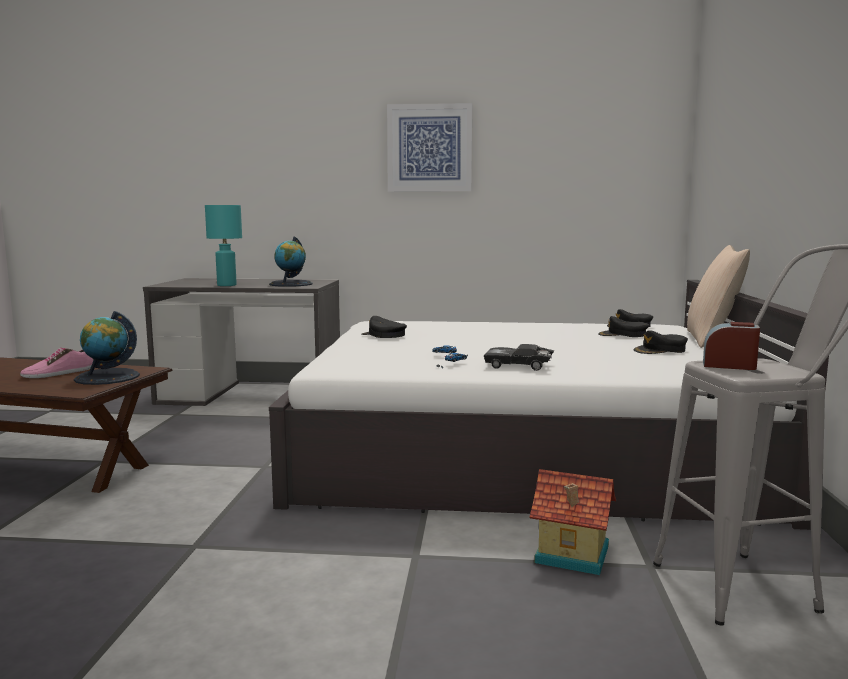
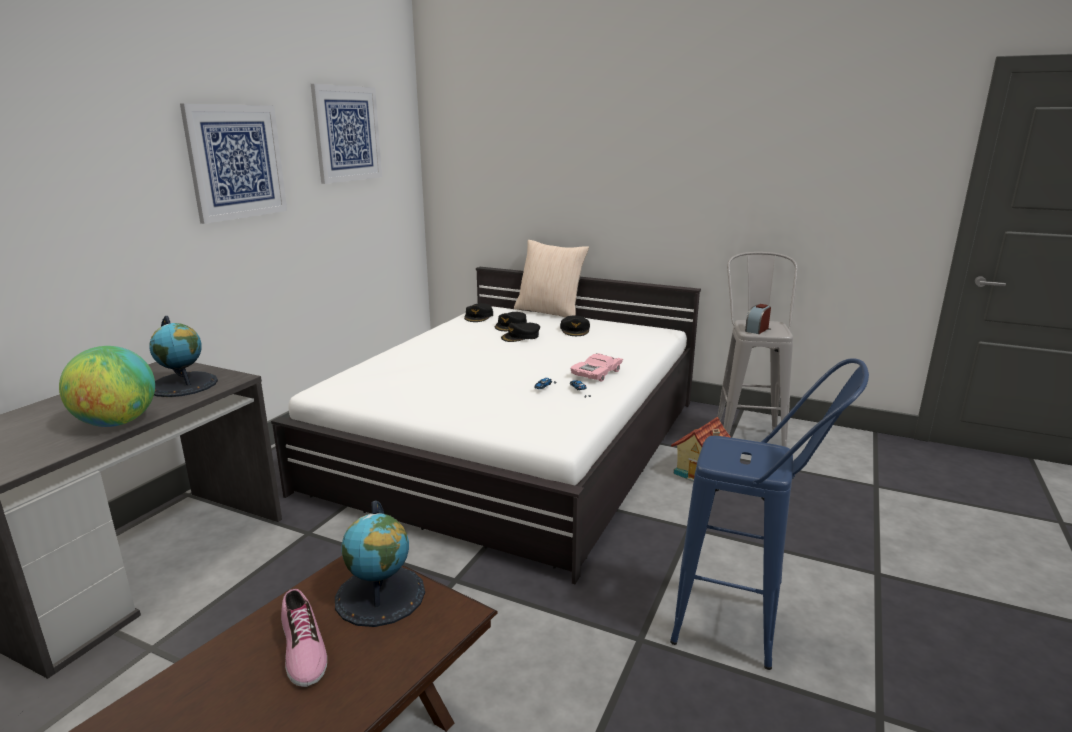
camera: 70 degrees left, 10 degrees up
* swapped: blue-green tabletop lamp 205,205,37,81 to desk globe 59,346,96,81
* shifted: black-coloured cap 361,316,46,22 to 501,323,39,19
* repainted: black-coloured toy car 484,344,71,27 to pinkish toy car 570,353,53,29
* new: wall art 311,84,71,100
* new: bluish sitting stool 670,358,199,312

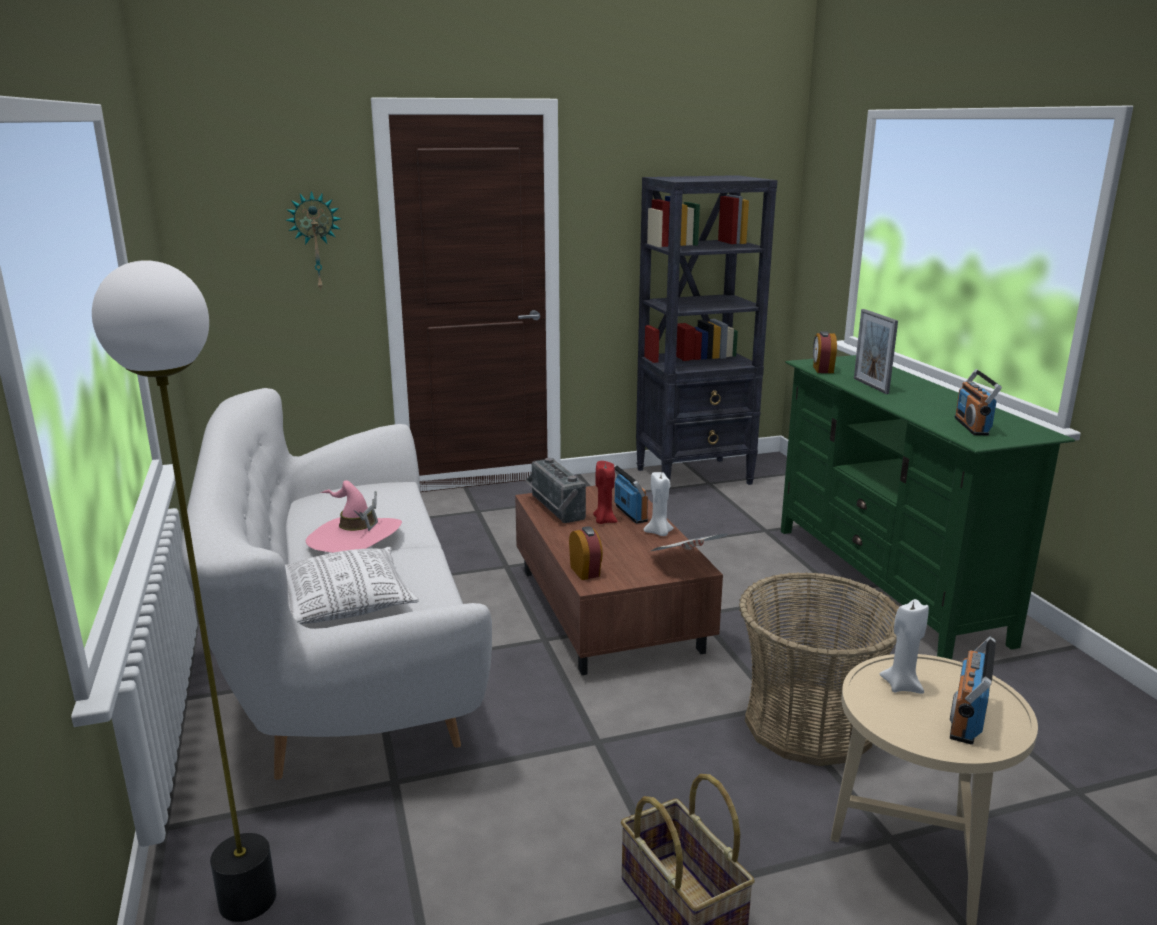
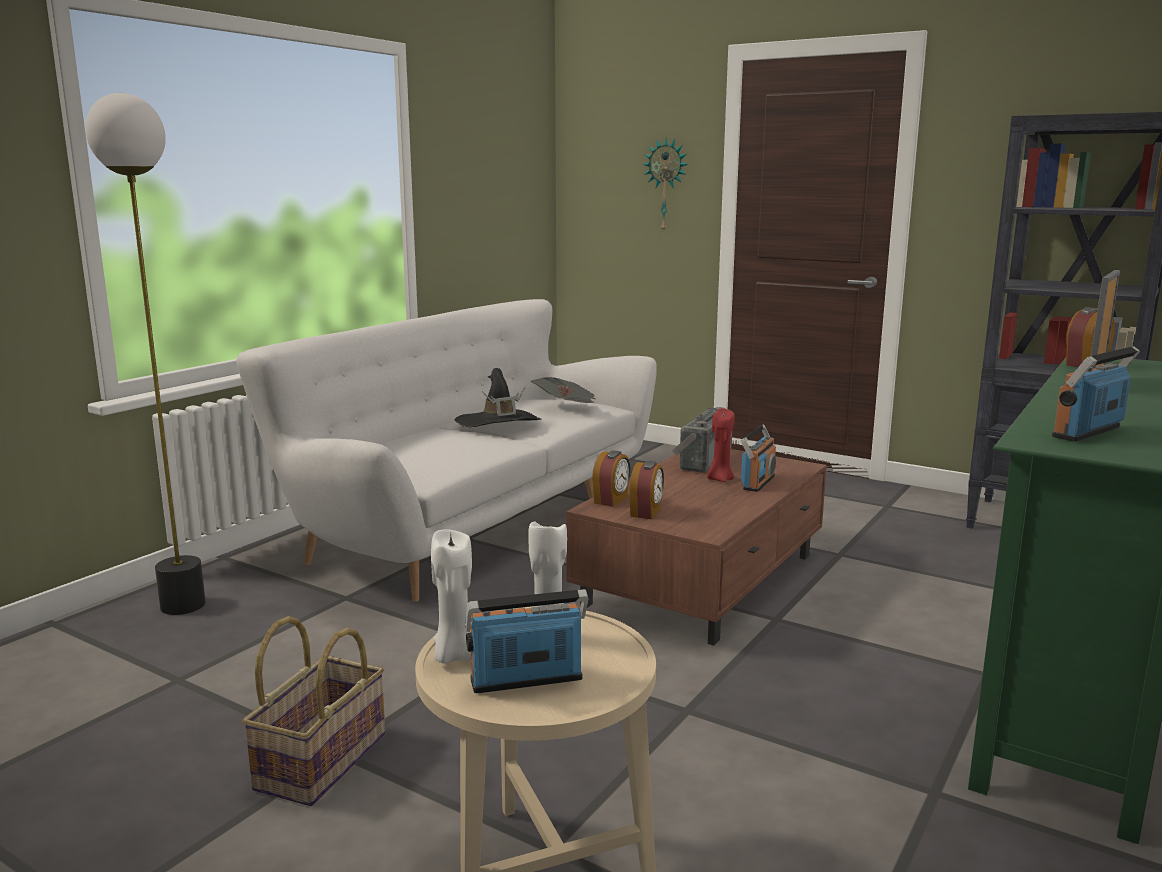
camera: 50 degrees right, 5 degrees down
* shifted: whitish wax candle 644,472,30,64 to 431,529,41,134
* repainted: pinkish wearable hat 306,480,96,73 to black-coloured wearable hat 454,368,87,59
* shifted: daily paper 651,534,77,17 to 531,377,64,26
* gone: pillow 285,547,134,77
* gone: household basket 739,572,160,194
* new: table clock 629,461,35,58

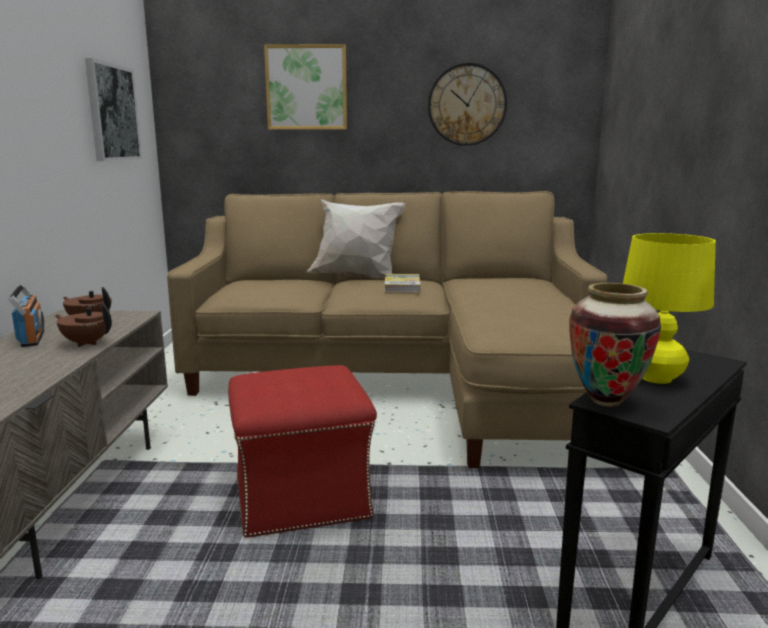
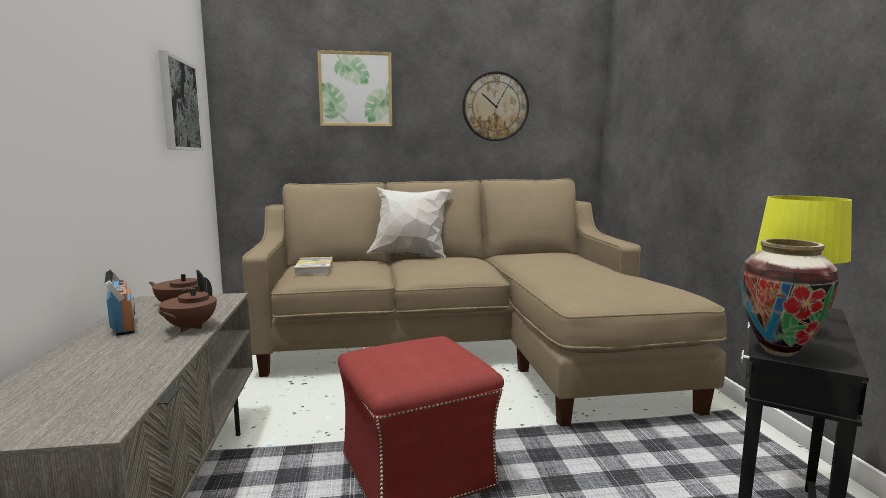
camera: 10 degrees left, 5 degrees down
* shifted: book 384,274,37,19 to 294,257,39,18
* rotated: brownish pot for tea 55,304,57,43 = 159,277,58,55 90 degrees counterclockwise

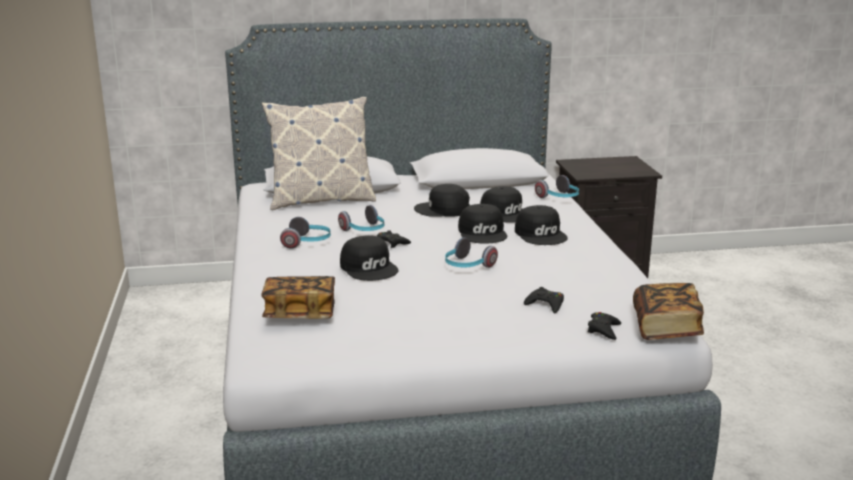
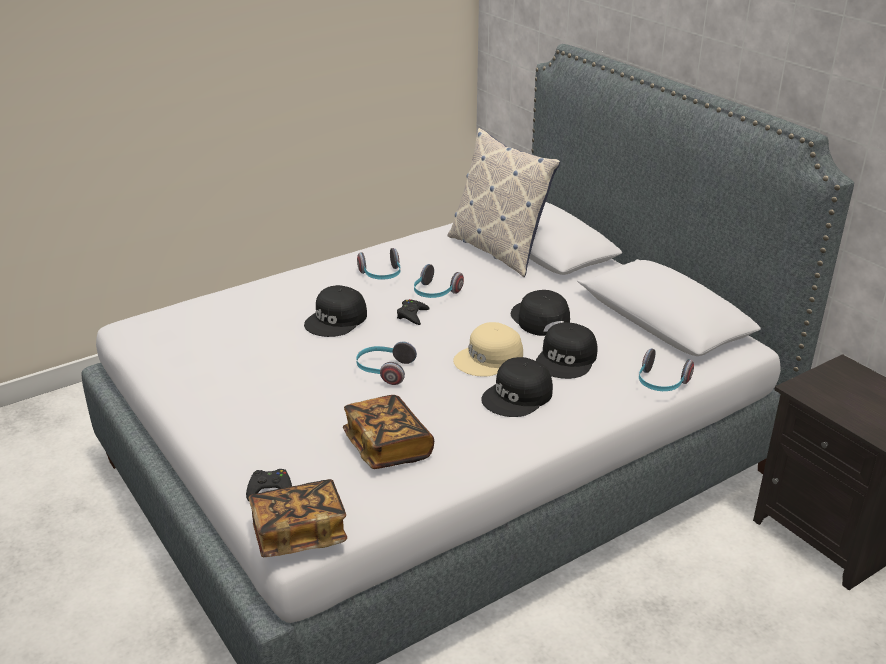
camera: 65 degrees right, 10 degrees up
* repainted: black-coloured cap 458,204,49,40 to sand-coloured cap 453,322,70,55
* shifted: book 261,276,74,43 to 343,395,91,74
* gone: black-coloured joypad 524,287,40,27

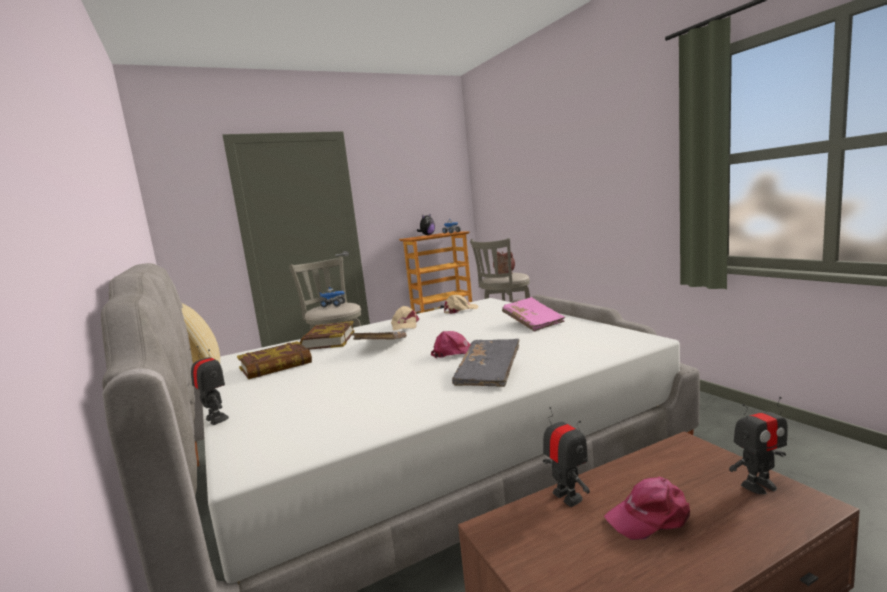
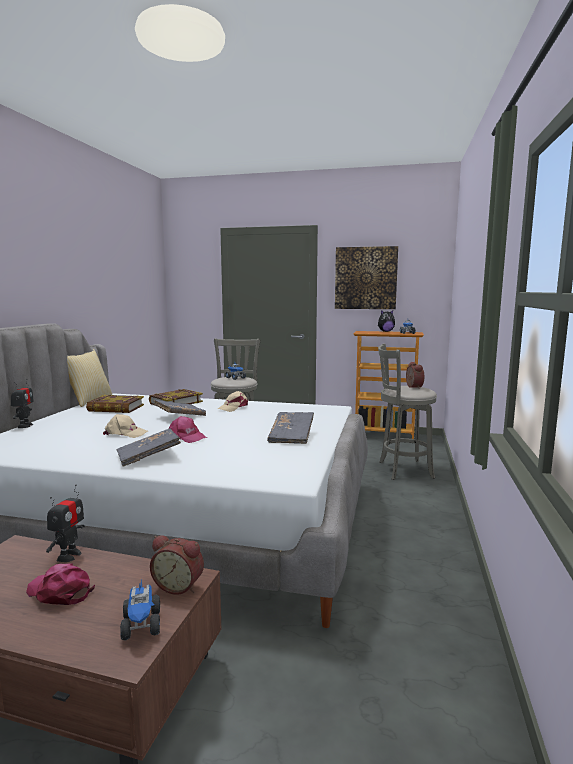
camera: 40 degrees right, 0 degrees up
* shifted: sand-coloured cap 444,295,35,19 to 103,414,45,24
* repainted: pinkish book 502,297,63,35 to grey book 267,412,47,32
* swapped: model robot 729,397,59,97 to toy truck 120,579,40,61
* new: wall art 335,246,63,63
* new: table clock 150,535,54,60

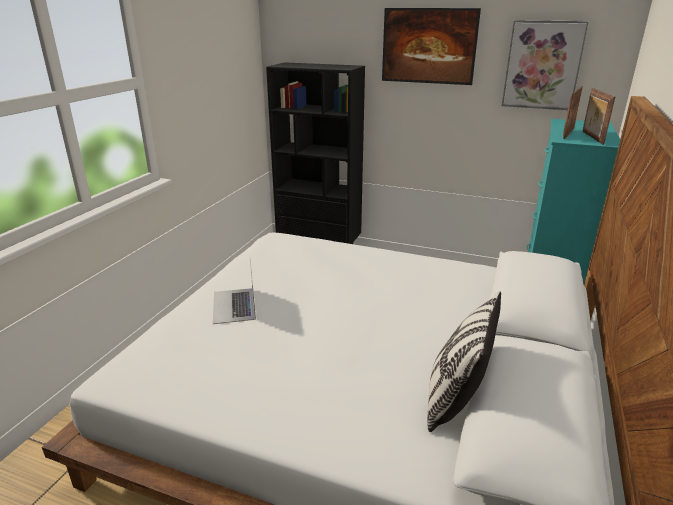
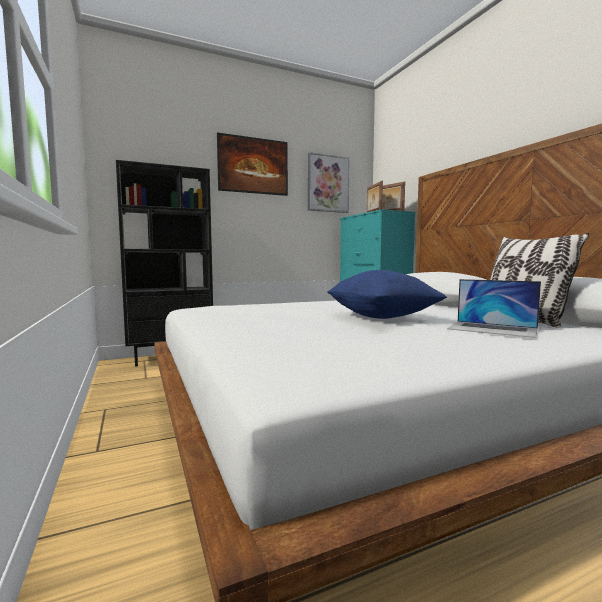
camera: 45 degrees left, 20 degrees down
* shifted: notebook computer 213,260,43,64 to 447,279,94,59
* new: bluish pillow 327,270,120,49

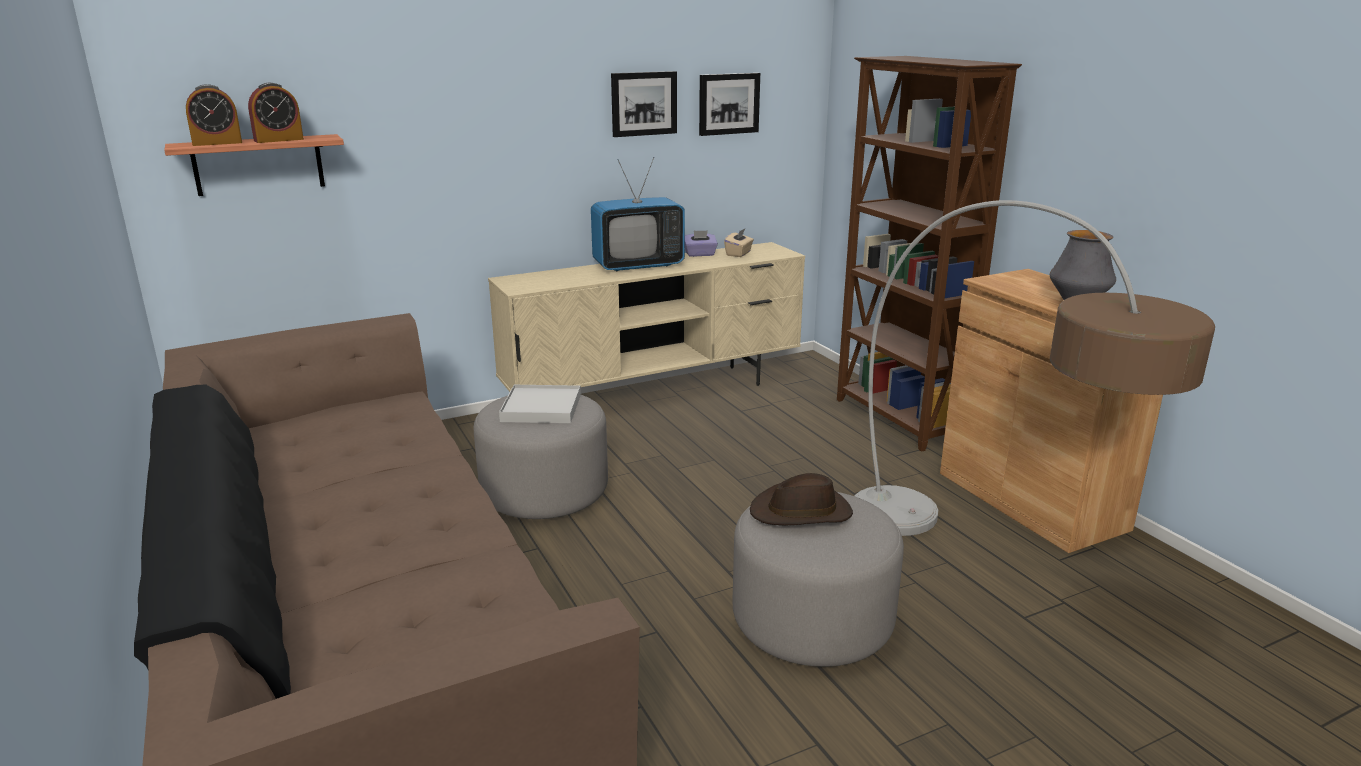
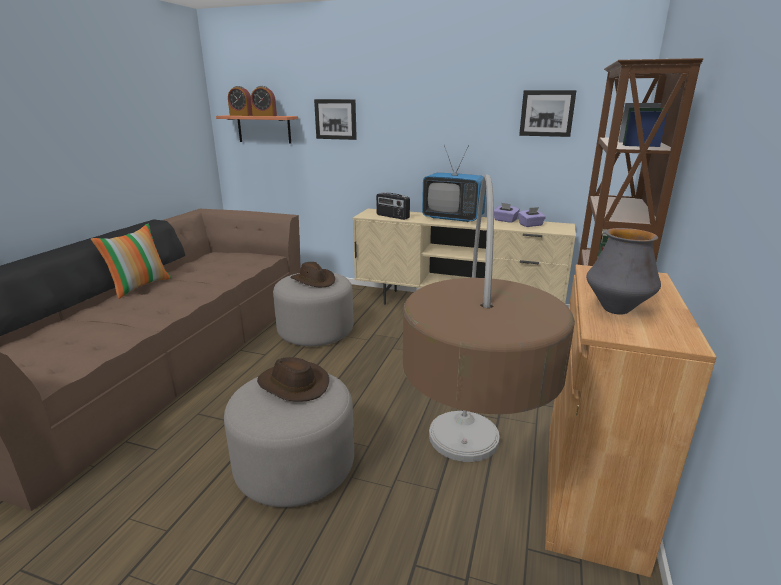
camera: 45 degrees right, 0 degrees up
* shifted: wall art 611,71,66,66 to 314,99,43,41
* repainted: sand-coloured tissue holder 724,228,30,29 to purple tissue holder 518,207,28,20
* swapped: whitish carrying tray 499,385,82,38 to brownish wearable hat 290,262,45,25
* new: radio set 376,193,34,27
* new: pillow 91,224,81,75

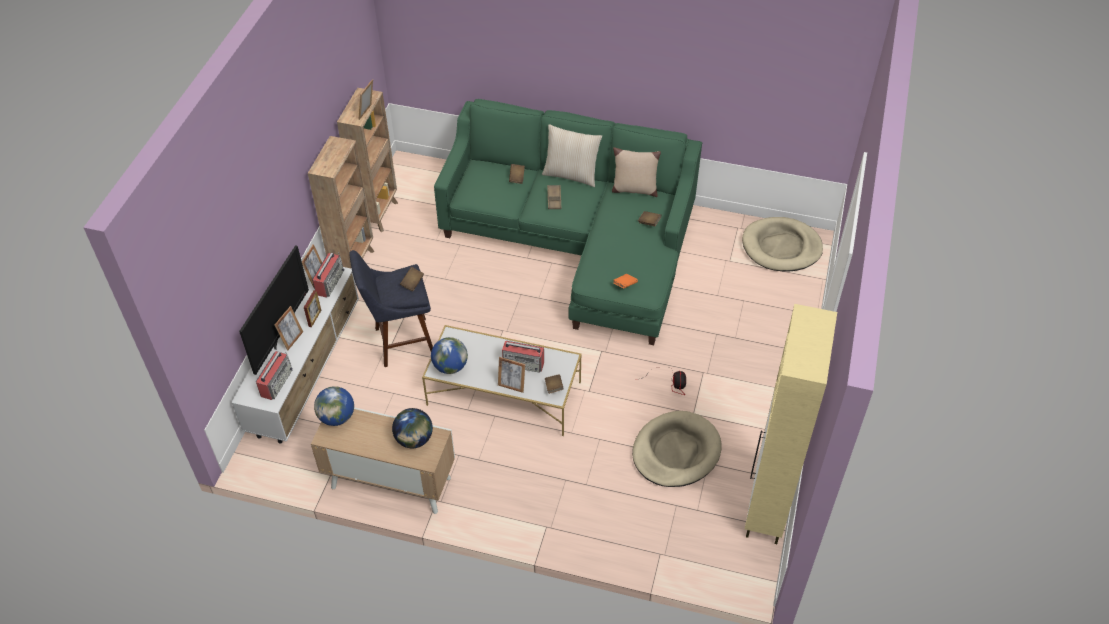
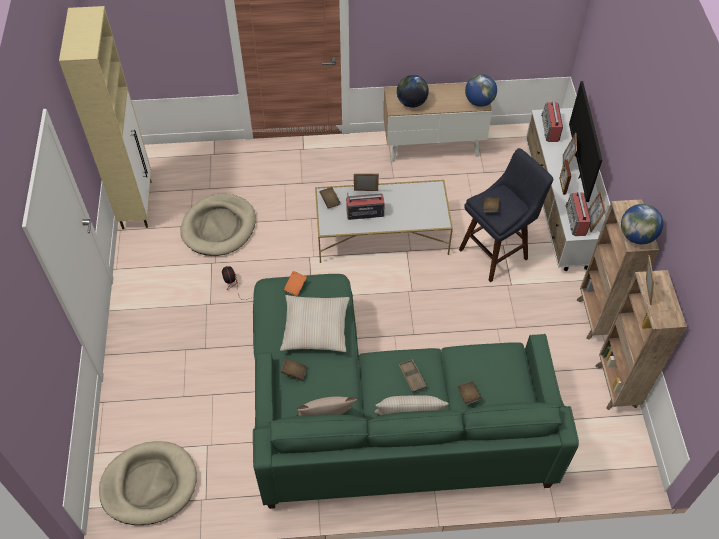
camera: 160 degrees right, 5 degrees up
* shifted: desk globe 431,337,37,37 to 621,204,42,40
* new: sand-coloured pillow 280,295,70,57

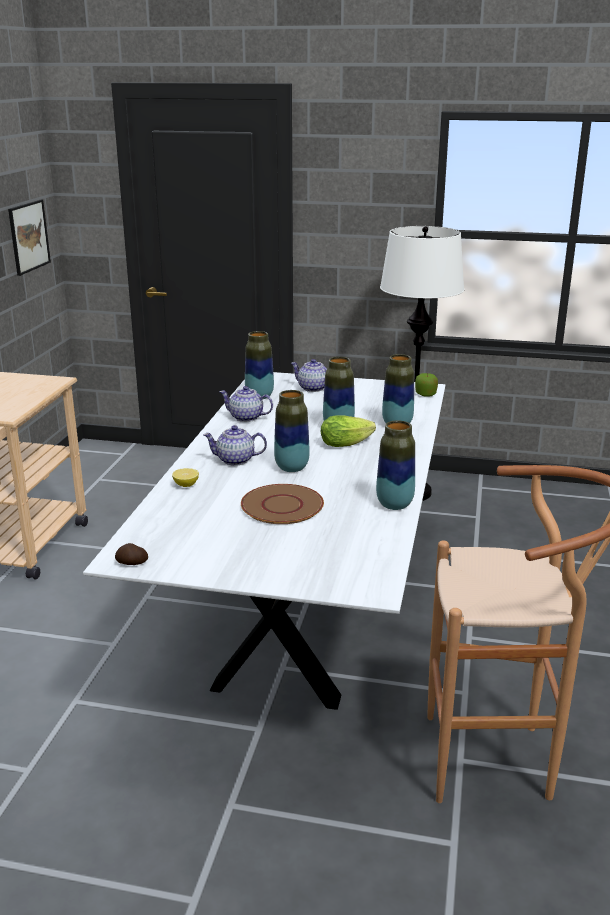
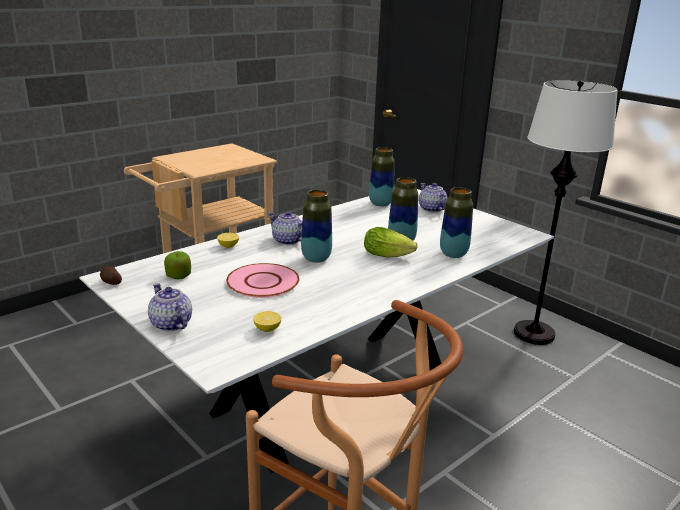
camera: 35 degrees right, 0 degrees up
* gone: wall art 8,200,43,76
* shifted: apple fruit 415,373,23,24 to 164,251,27,28
* shifted: pot for tea 219,386,54,36 to 148,283,44,48
* gone: flower vase 376,420,39,90
* repainted: brownish plate 241,484,83,40 to pinkish plate 226,263,74,35
* new: citrus fruit 253,311,29,21

